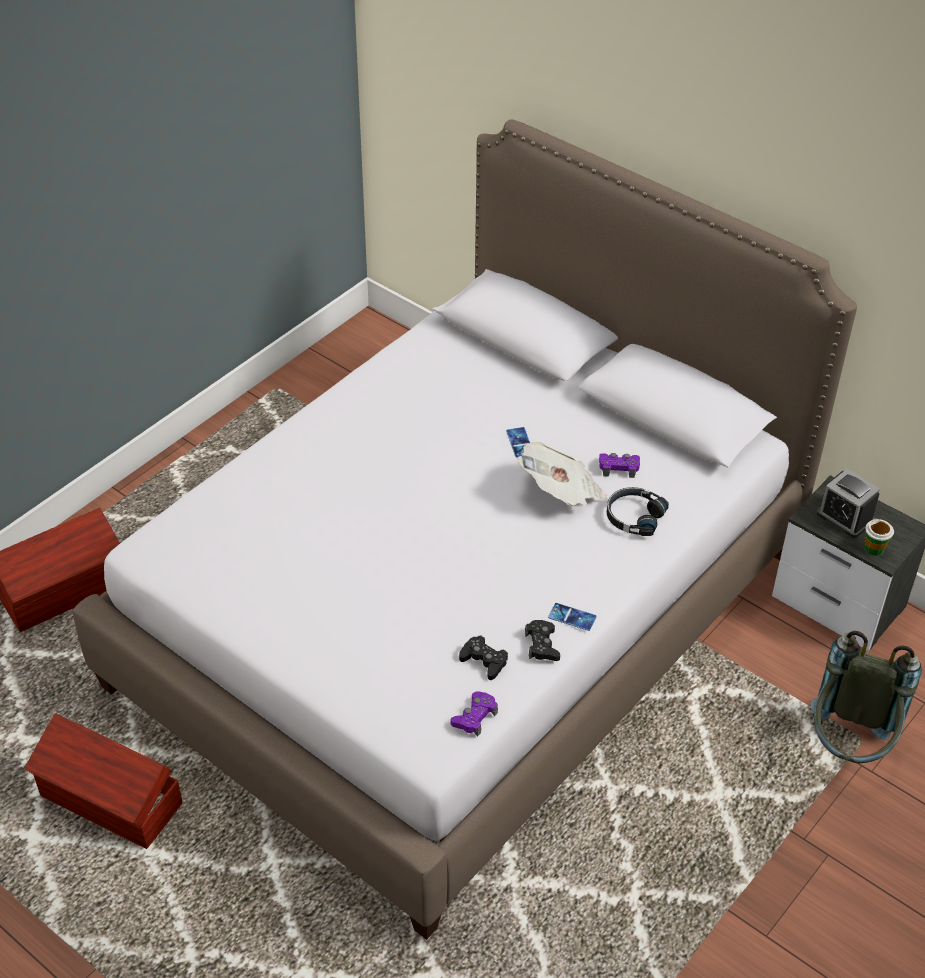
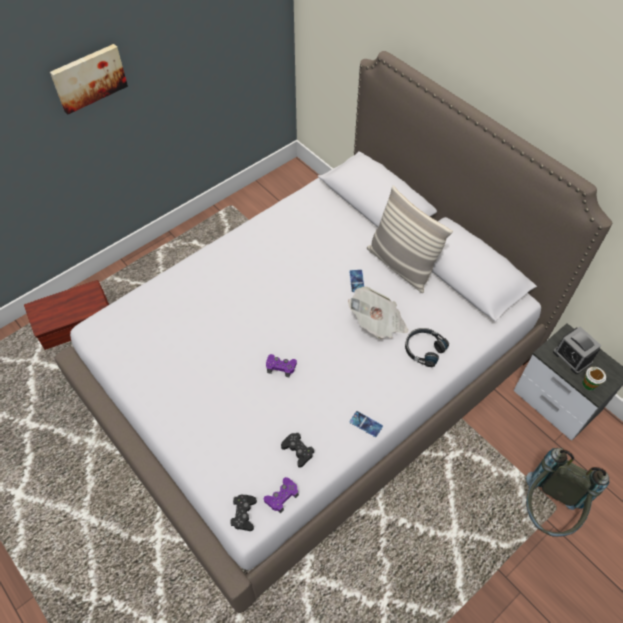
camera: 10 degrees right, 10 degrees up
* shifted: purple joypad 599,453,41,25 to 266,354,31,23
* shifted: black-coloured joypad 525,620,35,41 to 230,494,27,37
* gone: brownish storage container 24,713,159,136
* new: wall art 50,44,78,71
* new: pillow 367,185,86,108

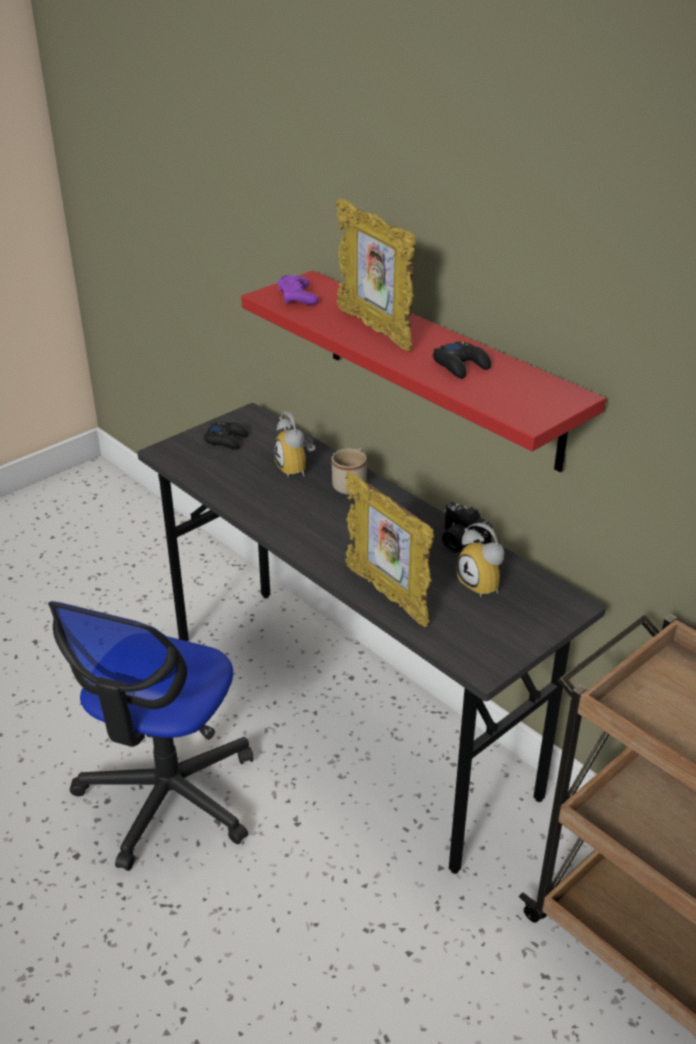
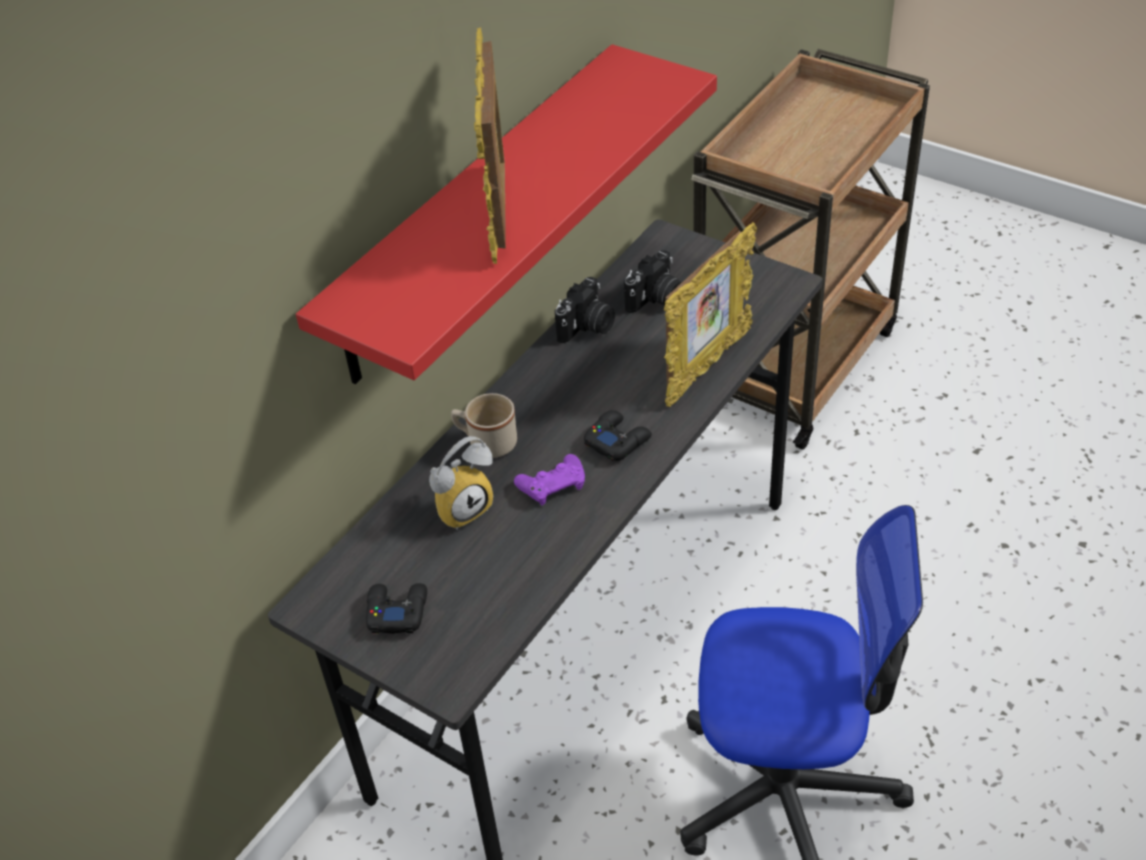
camera: 100 degrees left, 10 degrees up
* rotated: standing frame 336,198,80,153 = 474,27,32,237 135 degrees clockwise
* shifted: purple joypad 278,275,40,30 to 514,454,71,51
* shifted: black-coloured joypad 433,341,58,38 to 584,410,68,51
* swapped: table clock 457,523,47,75 to still camera 624,250,58,63

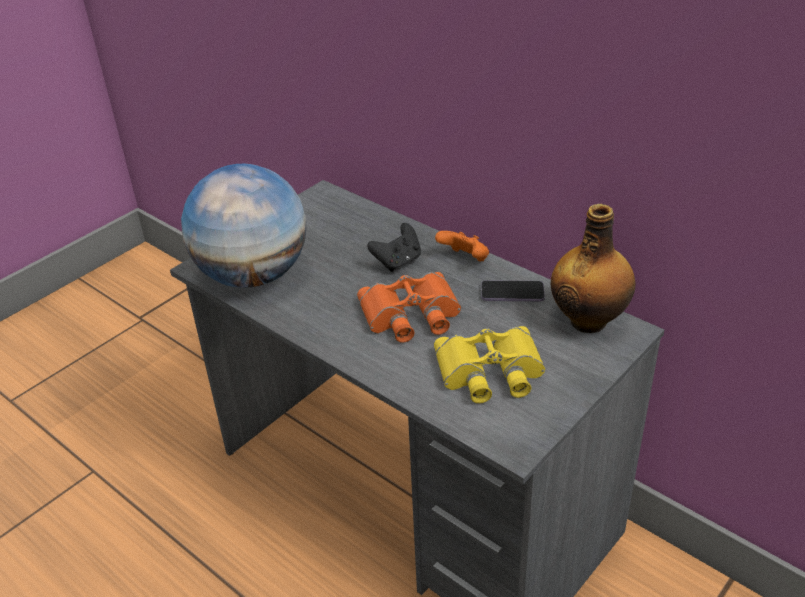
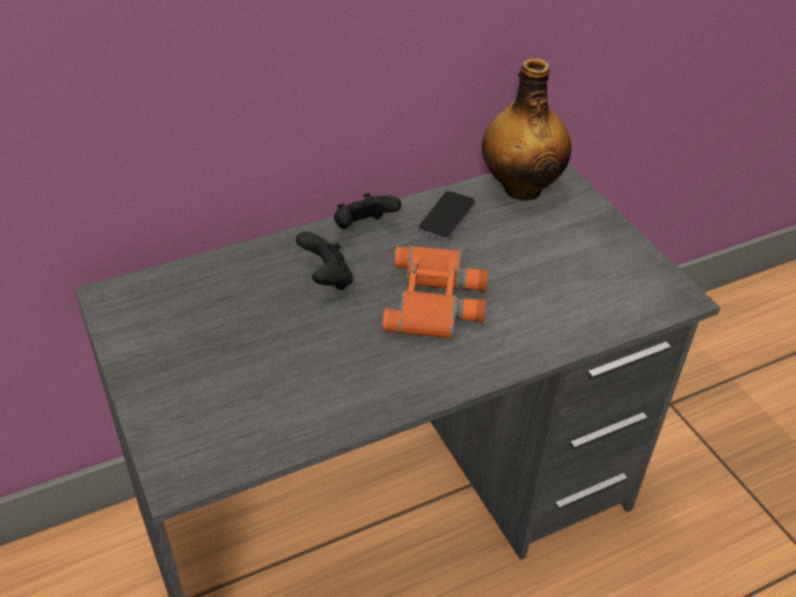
camera: 70 degrees left, 5 degrees up
* gone: desk globe 181,164,125,123
* repainted: orange joypad 435,231,54,30 to black-coloured joypad 334,193,67,36
* gone: yellowish binoculars 434,326,111,77

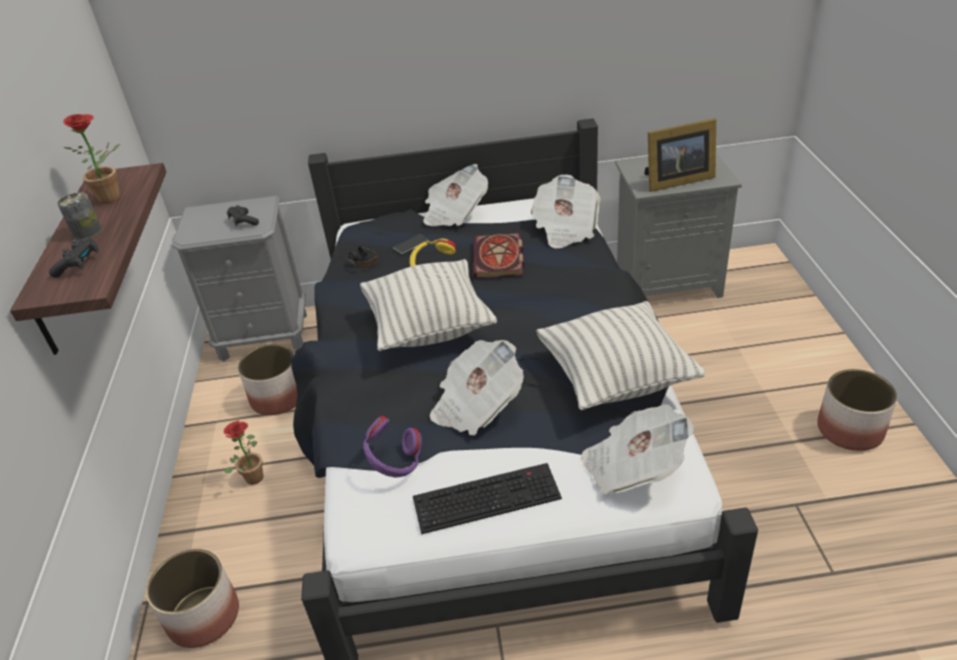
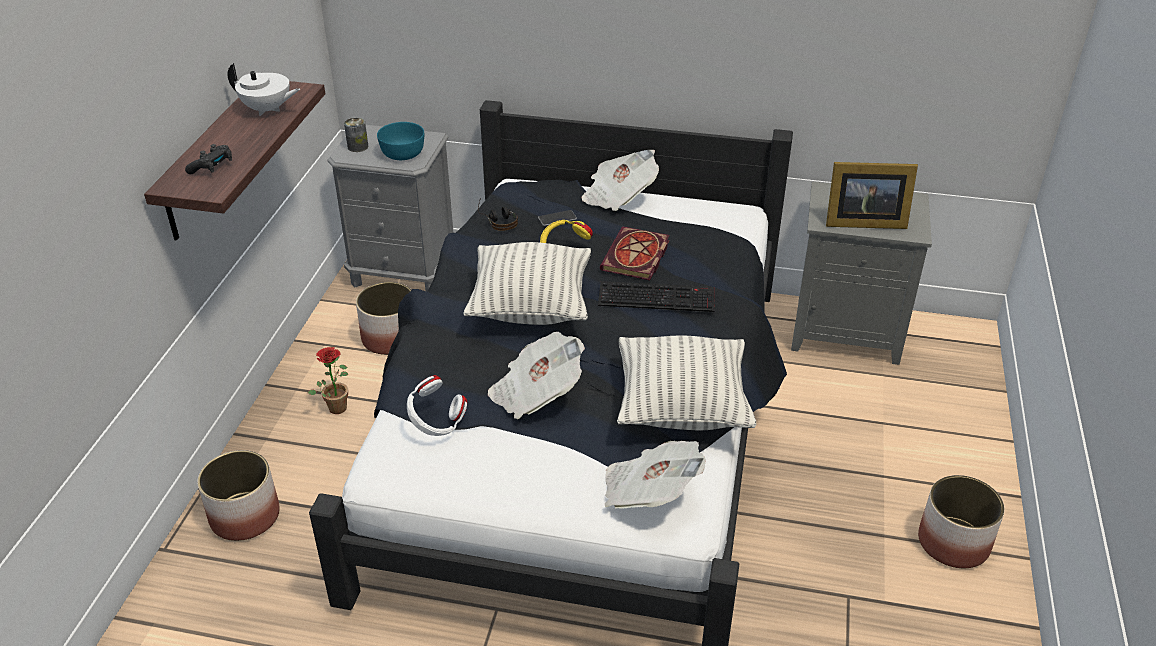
camera: 15 degrees right, 0 degrees up
* swapped: plant in a pot 63,114,57,90 to whitish pot for tea 228,63,72,53
* gone: daily paper 531,175,70,74
* shifted: metal can 57,192,45,48 to 344,117,24,35
* swapped: black-coloured joypad 227,205,32,22 to blue-green serving bowl 377,122,47,38
* repainted: purple headset 363,416,59,62 to whitish headset 407,375,60,61
* shifted: PC keyboard 413,463,149,71 to 598,281,117,31

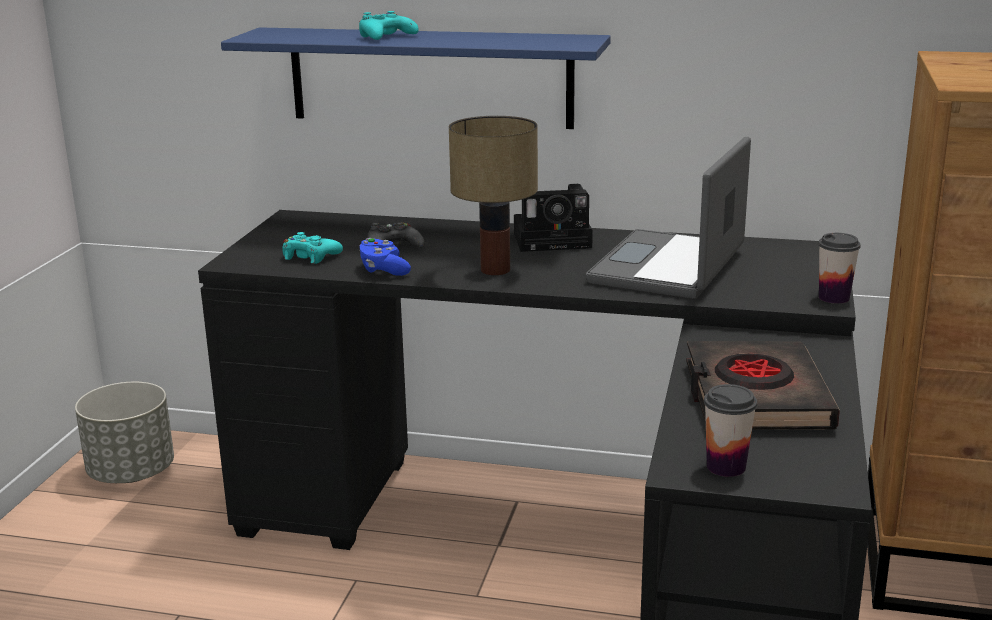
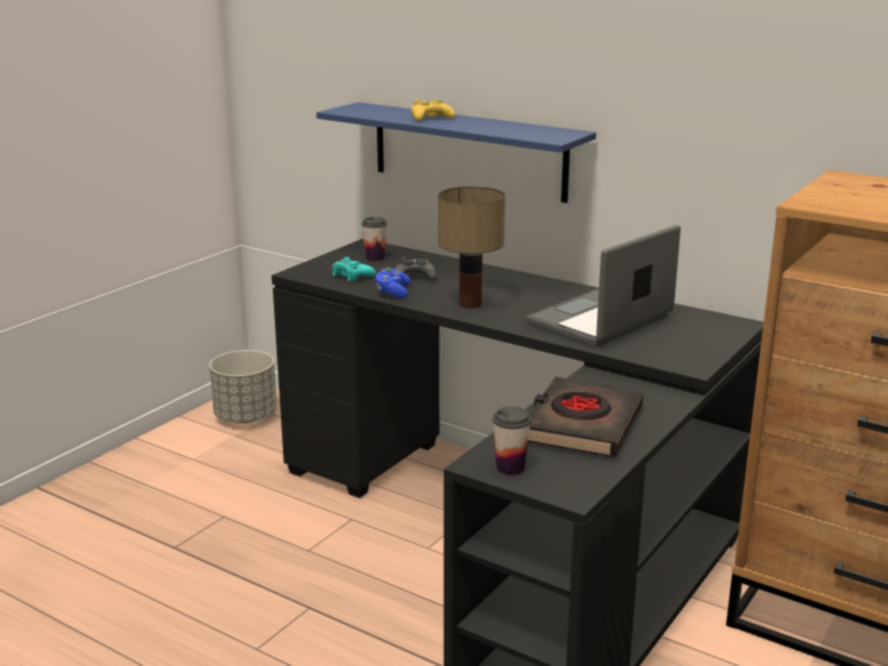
camera: 20 degrees right, 0 degrees up
* repainted: blue-green joypad 359,11,60,29 to yellowish joypad 411,99,44,22
* gone: still camera 514,184,79,68
* shifted: cup 818,233,43,71 to 362,217,25,44

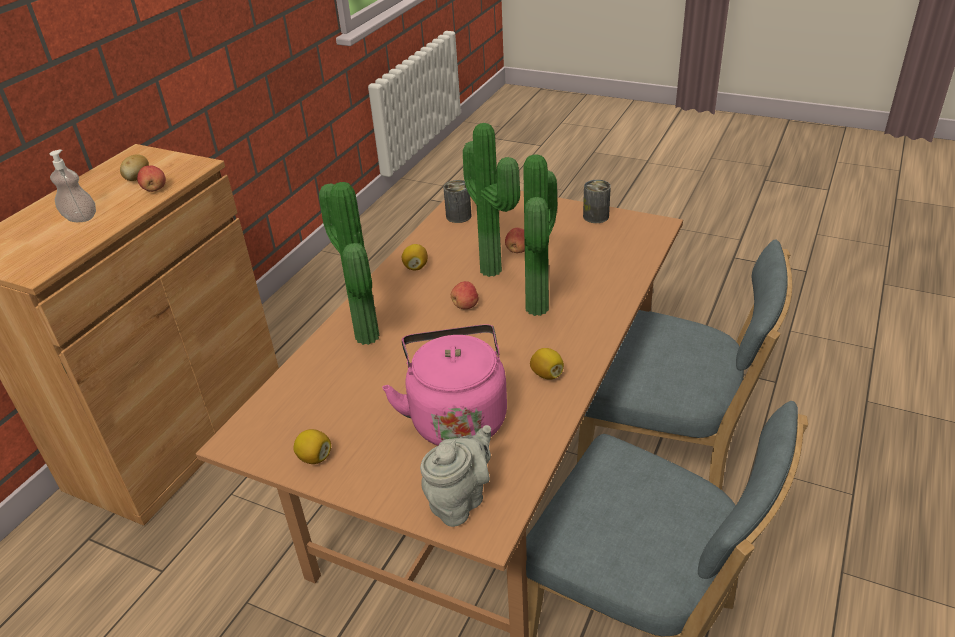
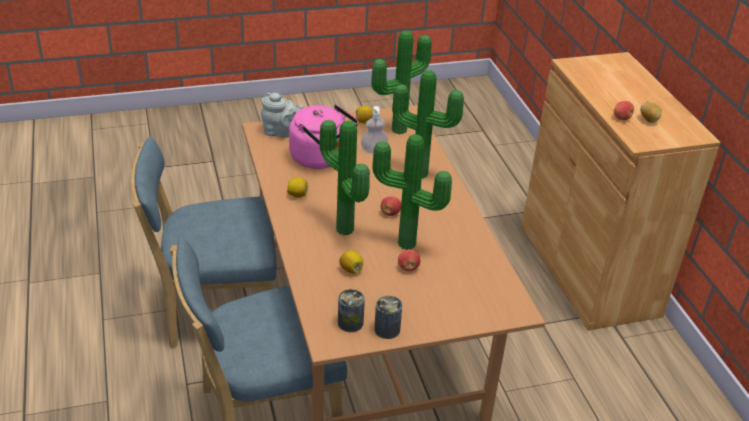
camera: 135 degrees right, 0 degrees up
* shifted: soap dispenser 50,150,46,72 to 361,106,27,47
* shifted: metal can 443,180,28,43 to 338,289,27,43
* shifted: citrus fruit 402,244,26,27 to 339,250,24,23
* rotated: grey pot for tea 420,425,71,102 = 261,93,43,45 75 degrees counterclockwise
* new: plant in a pot 371,30,61,105

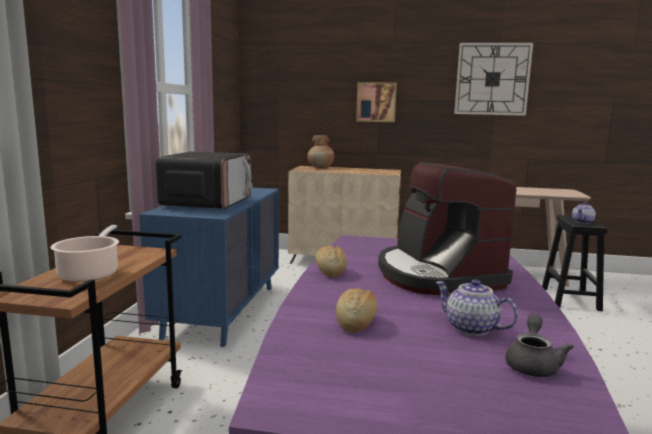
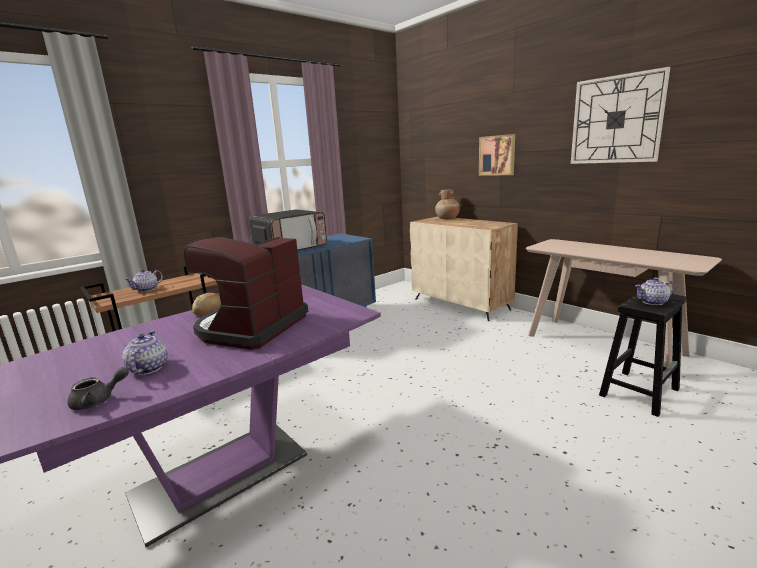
camera: 40 degrees right, 5 degrees up
* swapped: cooking pot 51,225,68,57 to pot for tea 125,269,38,23
* gone: bread 336,288,41,45

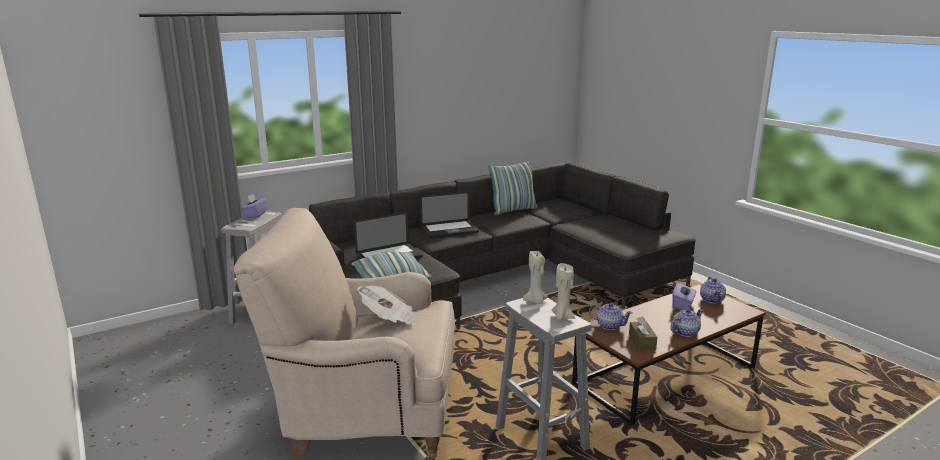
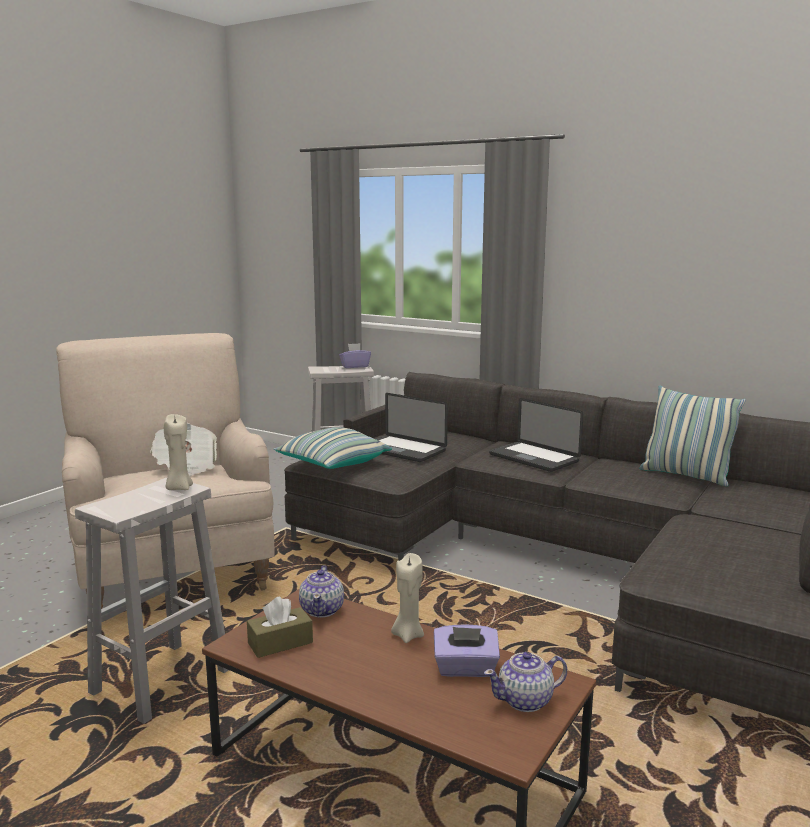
camera: 65 degrees right, 5 degrees down
* shifted: sand-coloured wax candle 552,263,23,57 to 391,553,33,90
* gone: pot for tea 670,309,33,28

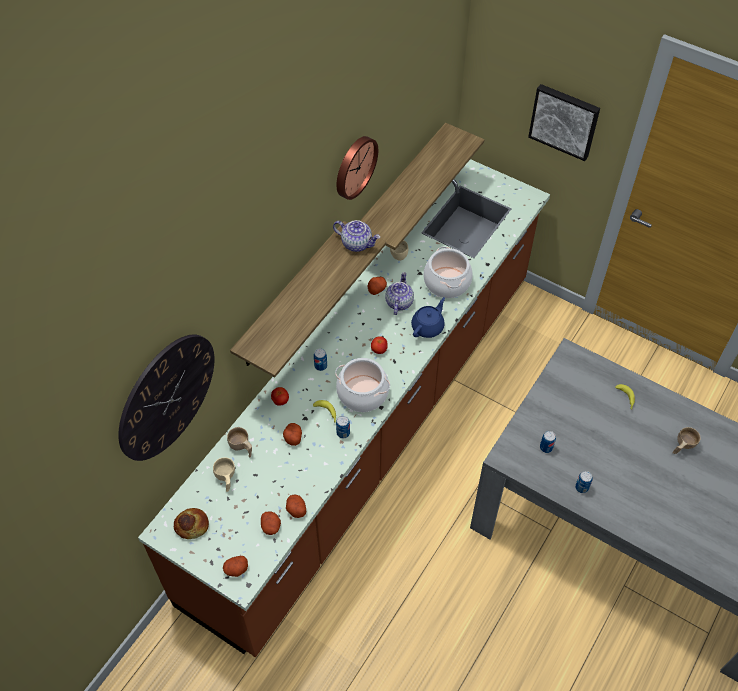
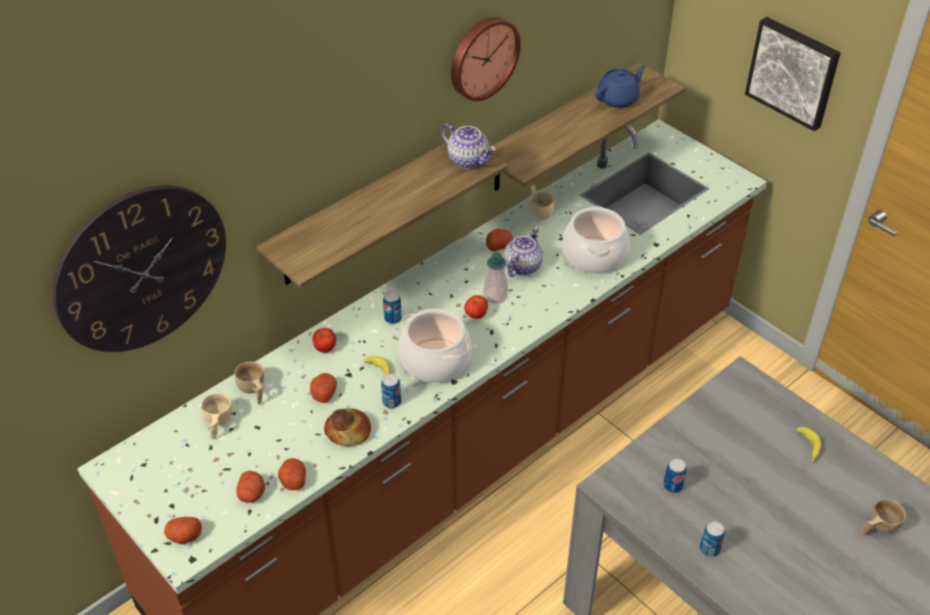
camera: 15 degrees right, 10 degrees down
* shifted: bluish pot for tea 411,297,34,41 to 595,65,52,43
* shifted: bread 174,508,35,31 to 324,408,47,38
* new: soap dispenser 483,252,25,52

